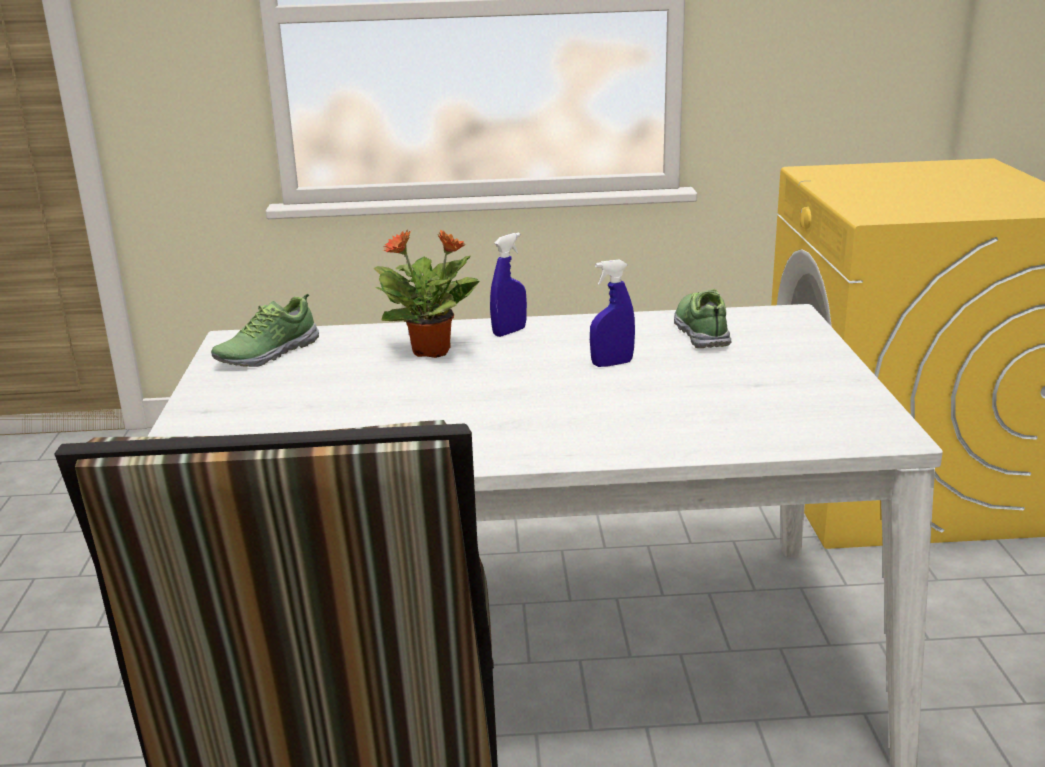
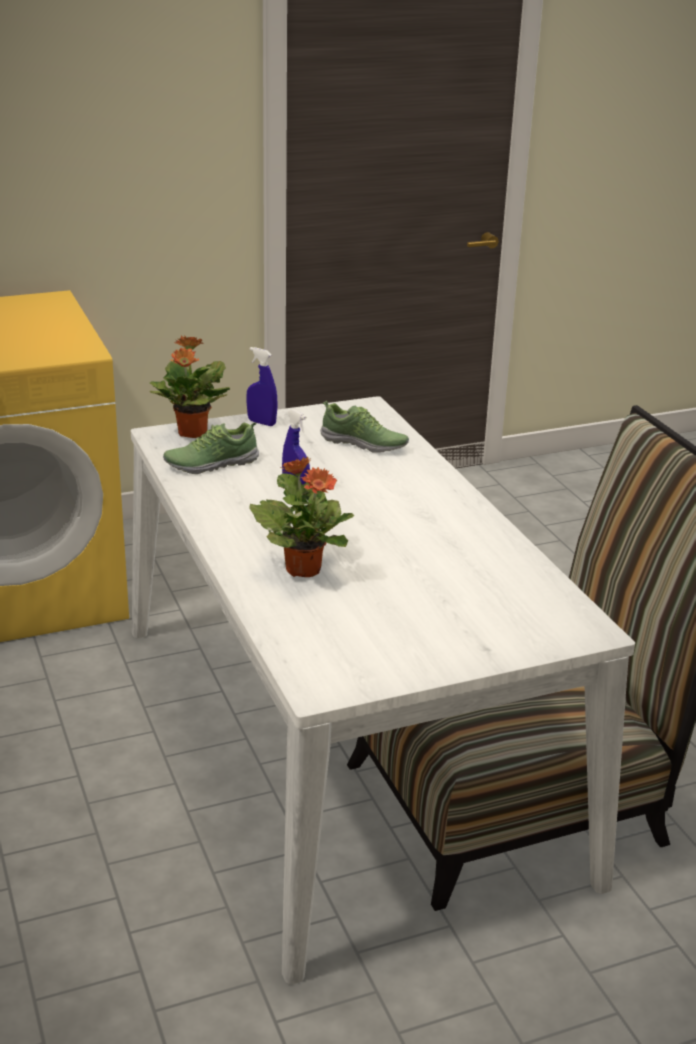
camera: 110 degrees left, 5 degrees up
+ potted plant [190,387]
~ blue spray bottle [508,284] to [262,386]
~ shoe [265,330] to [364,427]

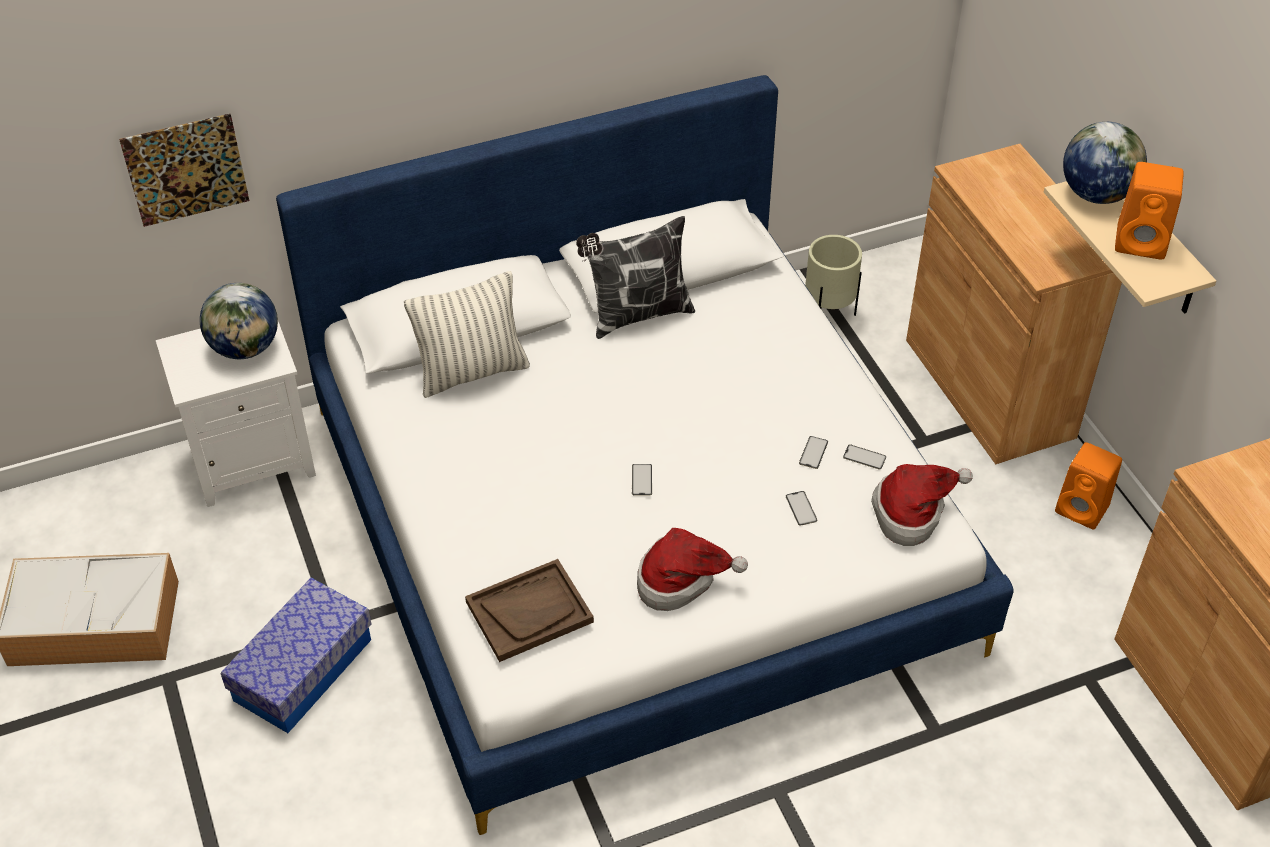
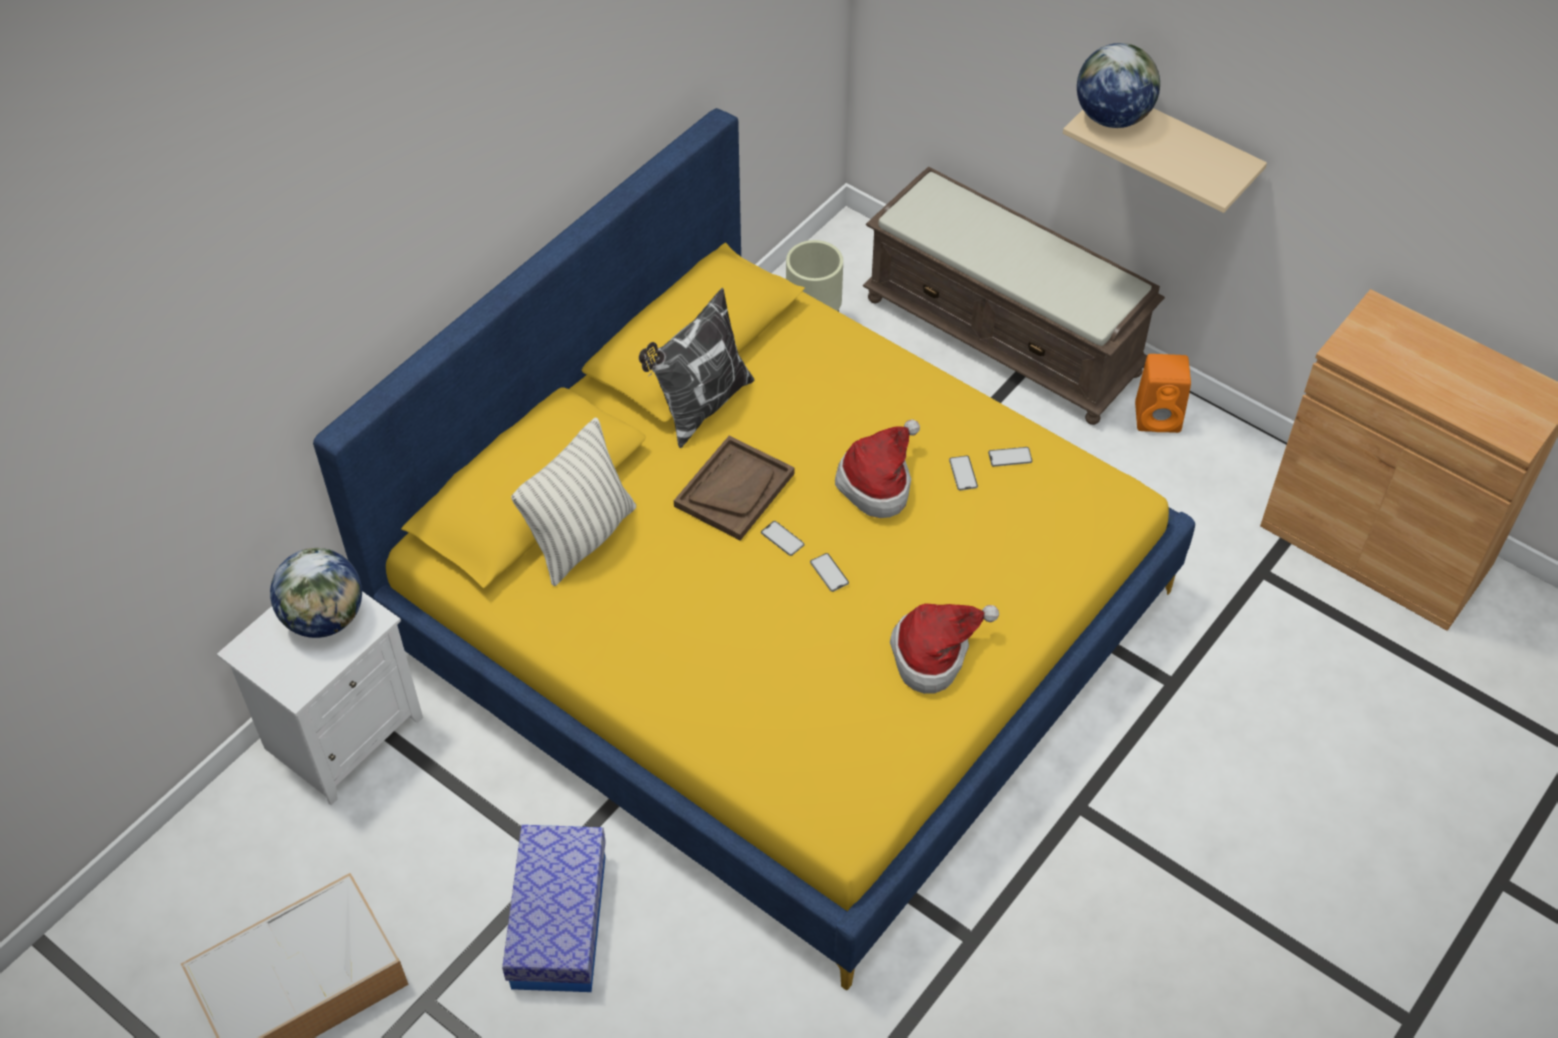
camera: 30 degrees left, 5 degrees up
~ white bed [645,455] to yellow bed [754,549]
~ brown tray [529,610] to [734,488]
~ phone [801,508] to [783,538]
~ hat [922,505] to [877,468]
~ brown cabinet [1014,304] to brown bench [1014,295]
- picture [184,170]
- orange speaker [1149,211]

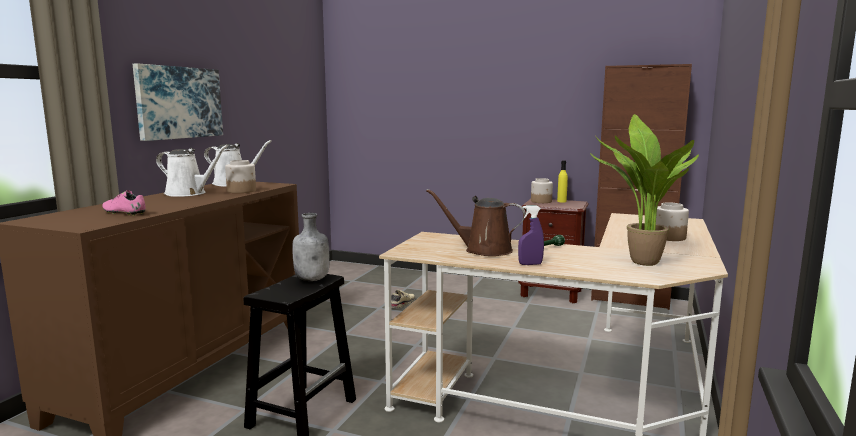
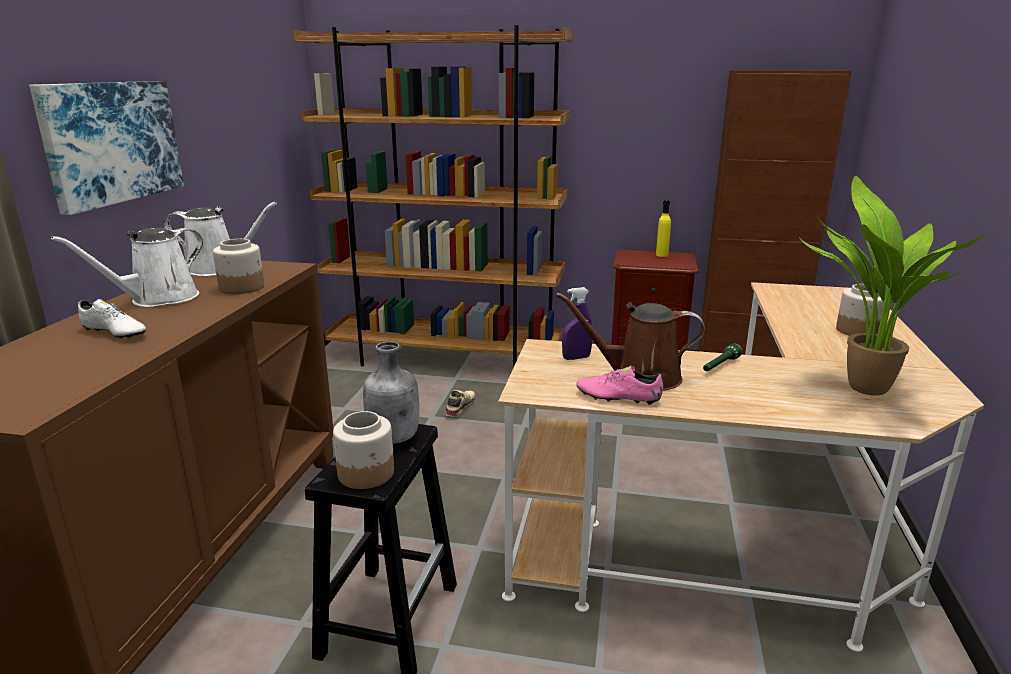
camera: 10 degrees left, 10 degrees up
~ white watering can [192,171] = [127,267] 120 degrees clockwise
+ white shoe [112,319]
+ brown bookcase [433,196]
~ jar [542,190] to [363,450]
~ purple spray bottle [531,235] to [577,323]
~ pink shoe [123,203] to [619,385]

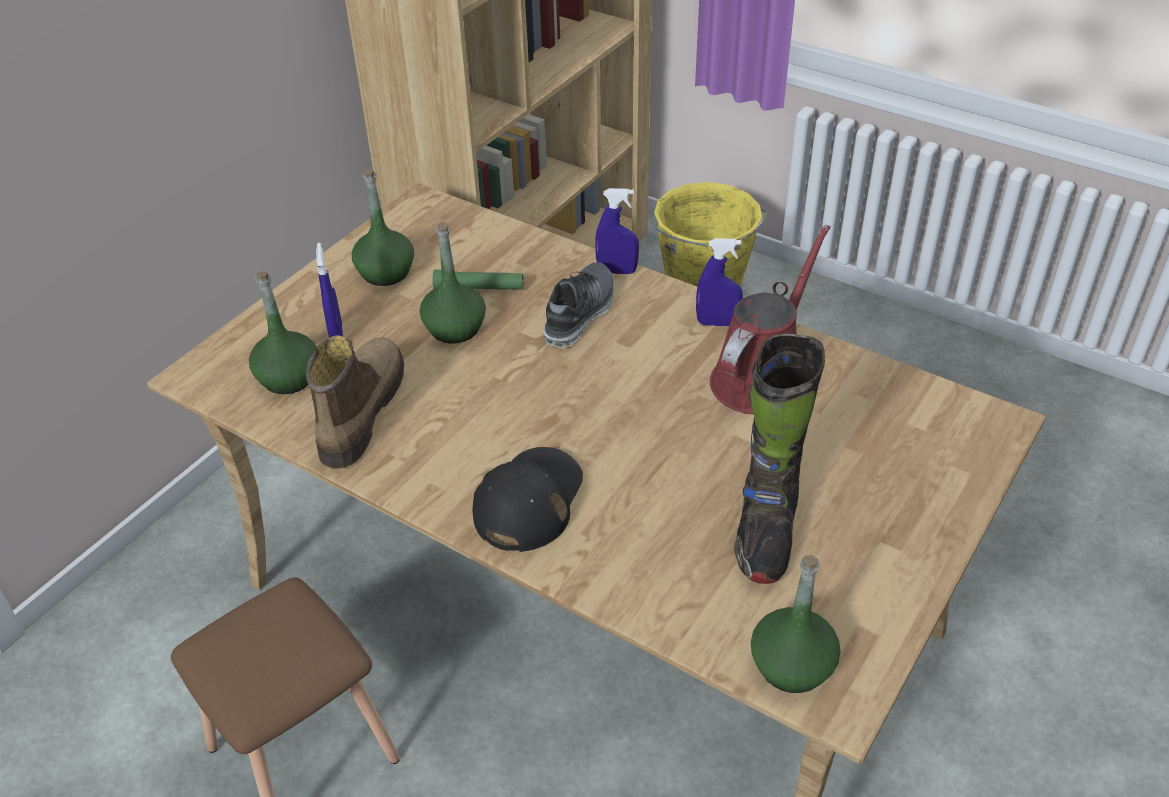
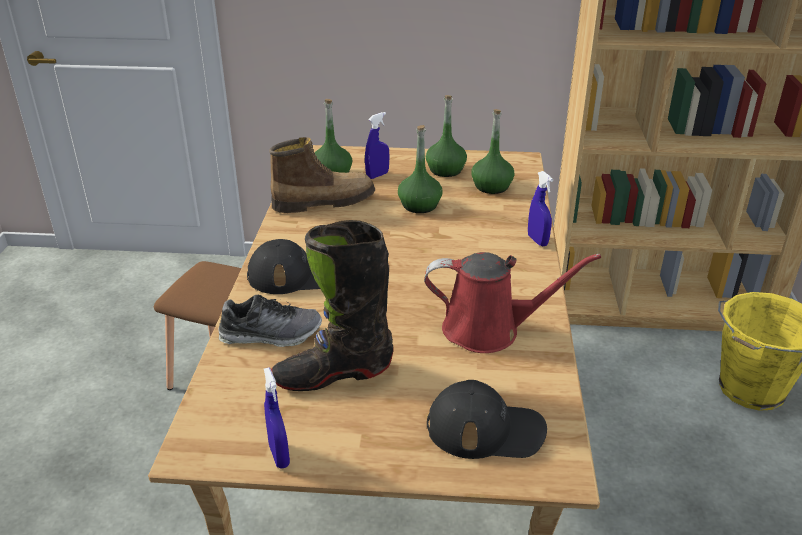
camera: 60 degrees right, 10 degrees down
~ shoe [579,305] to [270,321]
~ blue spray bottle [719,282] to [277,418]
+ black cap [487,419]
~ green bottle [796,624] to [493,151]
- green flashlight [478,279]

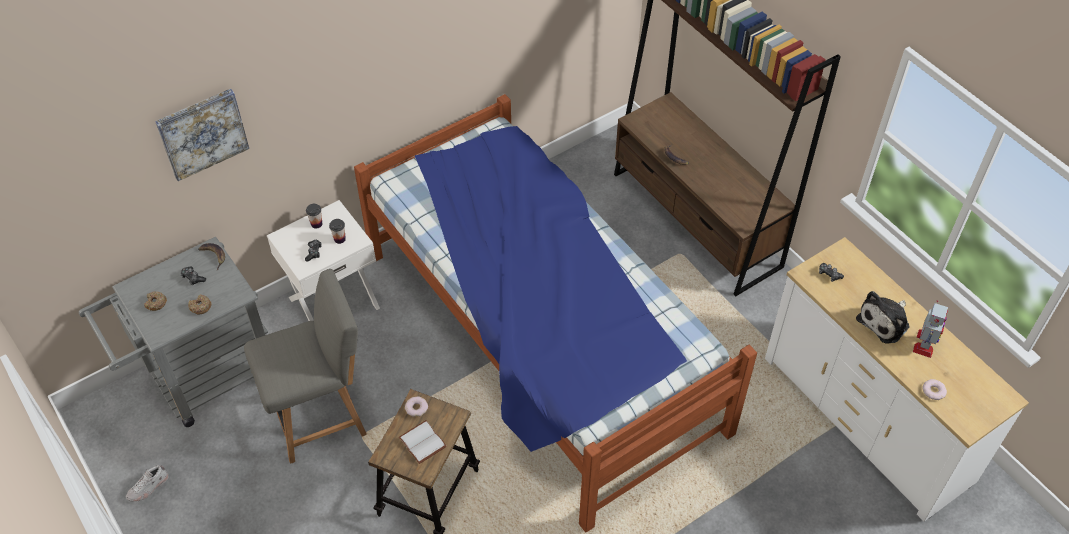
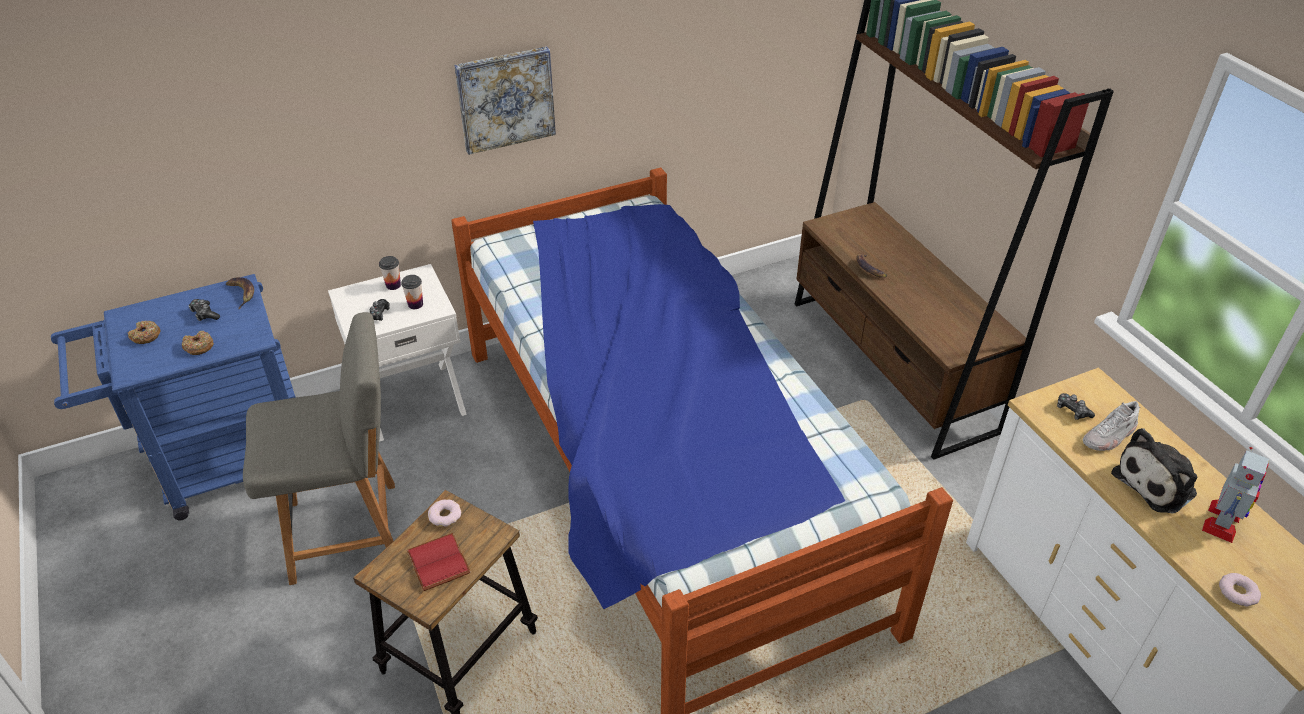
camera: 10 degrees right, 10 degrees down
~ grey cart [173,332] to blue cart [173,397]
~ white book [423,442] to red book [439,562]
~ picture [202,135] to [505,100]
~ white shoe [147,483] to [1111,426]

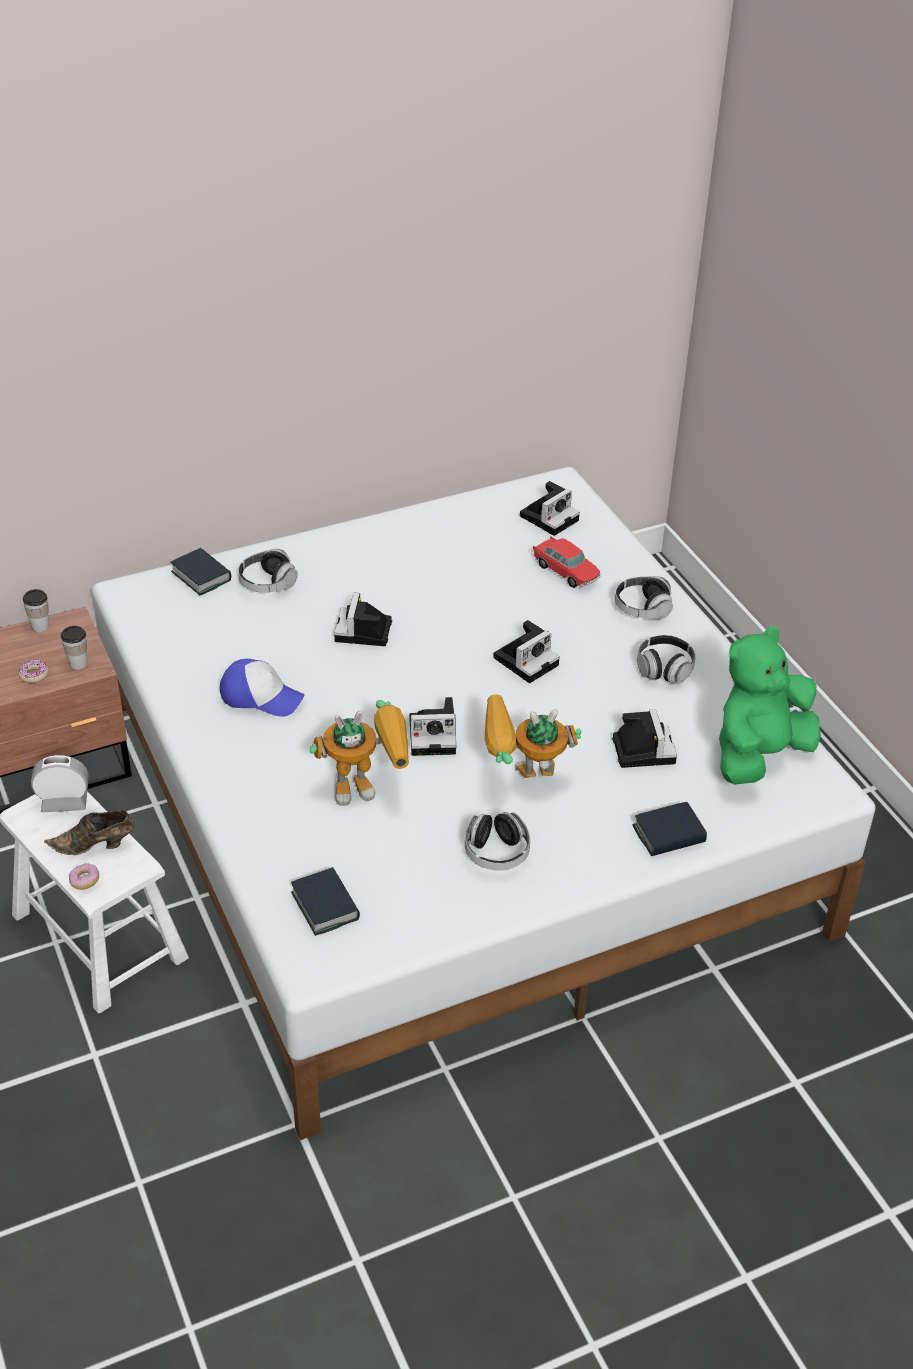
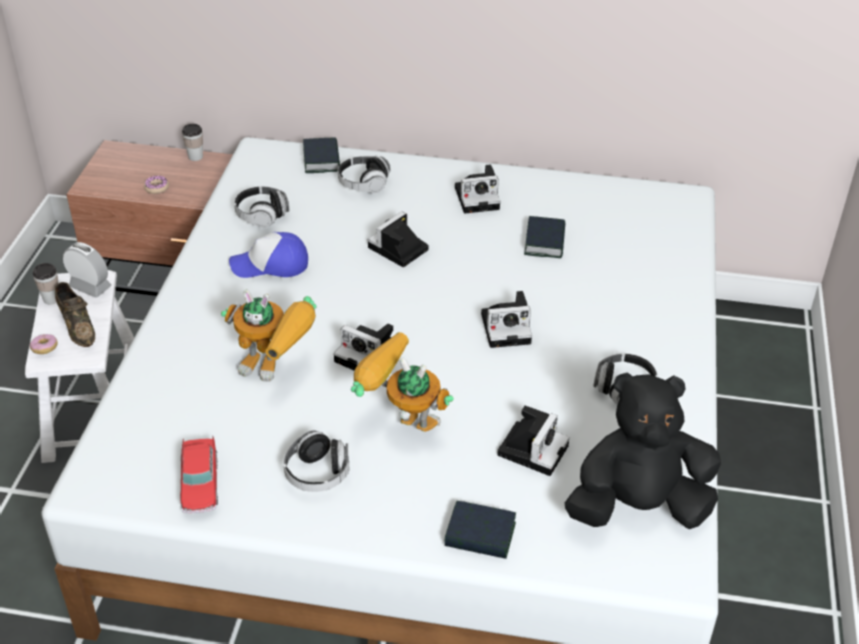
camera: 35 degrees right, 0 degrees up
~ cup [74,648] to [46,284]
~ brown shoe [89,832] = [75,314] 150 degrees counterclockwise
~ toy car [567,562] to [199,475]
~ cap [262,688] = [268,255] 120 degrees clockwise
~ headphones [644,597] to [262,207]
~ photo camera [550,508] to [477,188]
~ book [325,901] to [544,237]
~ green plush toy [770,706] to black plush toy [643,450]

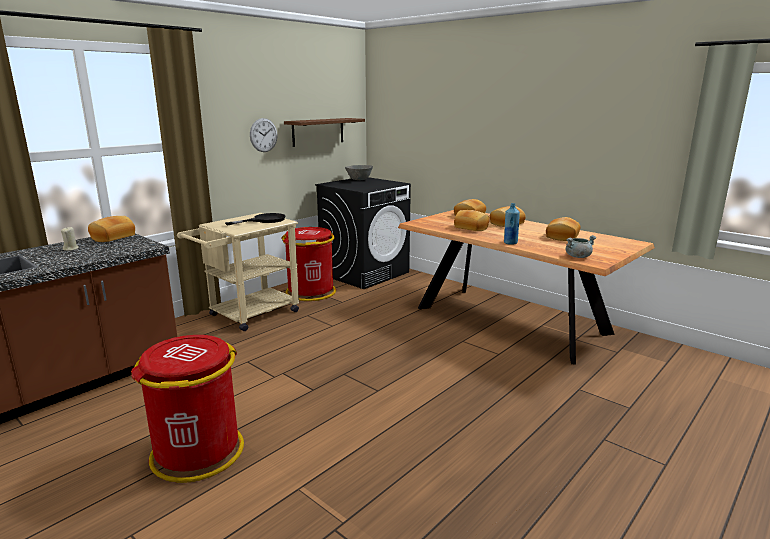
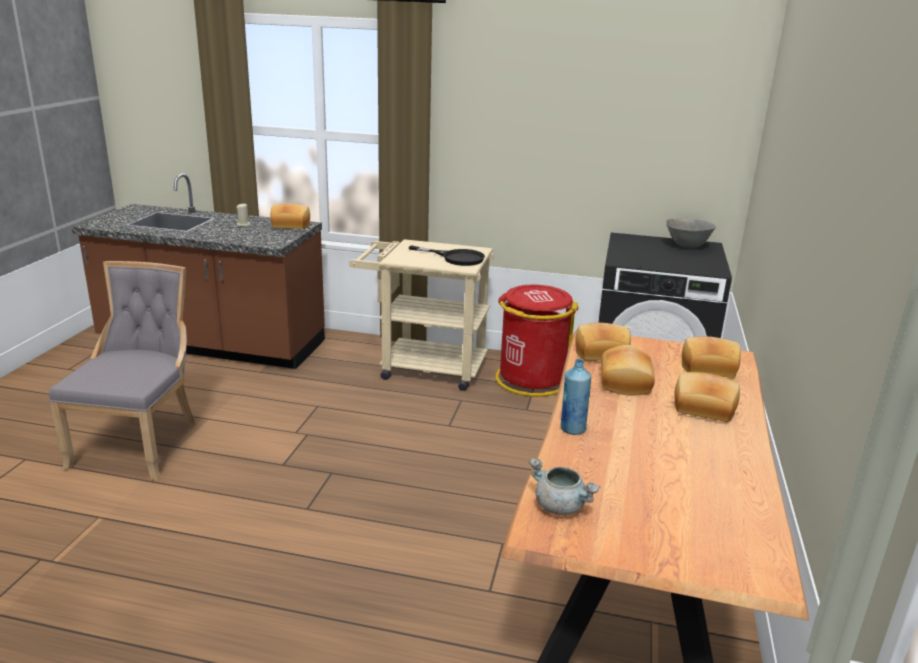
camera: 60 degrees right, 5 degrees up
~ red trash can [187,409] to grey chair [122,370]
~ bread [563,229] to [603,342]
- wall clock [263,135]
- brown shelf [324,132]

